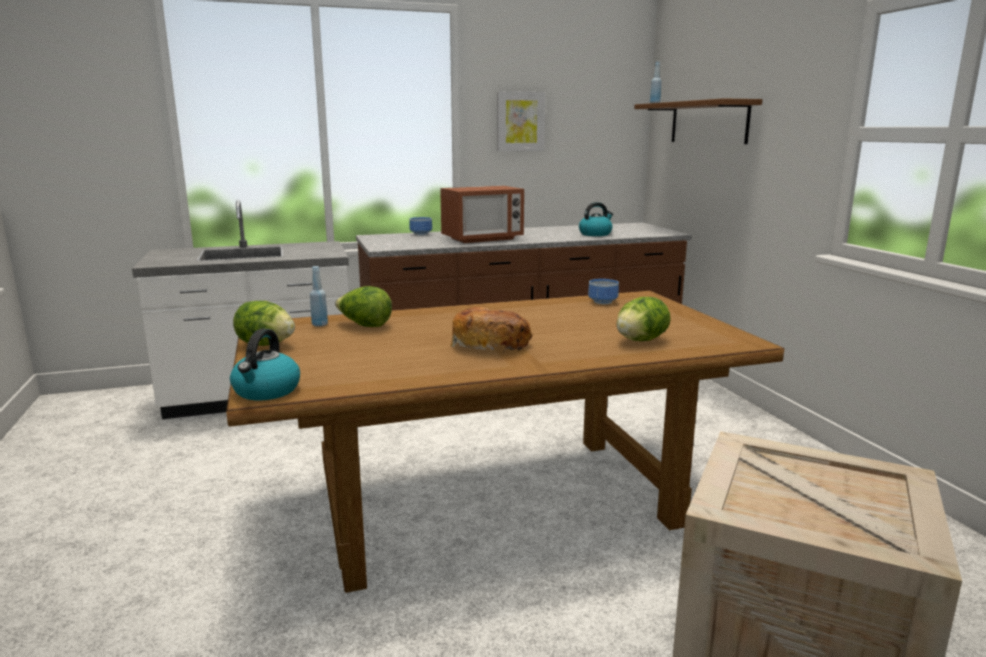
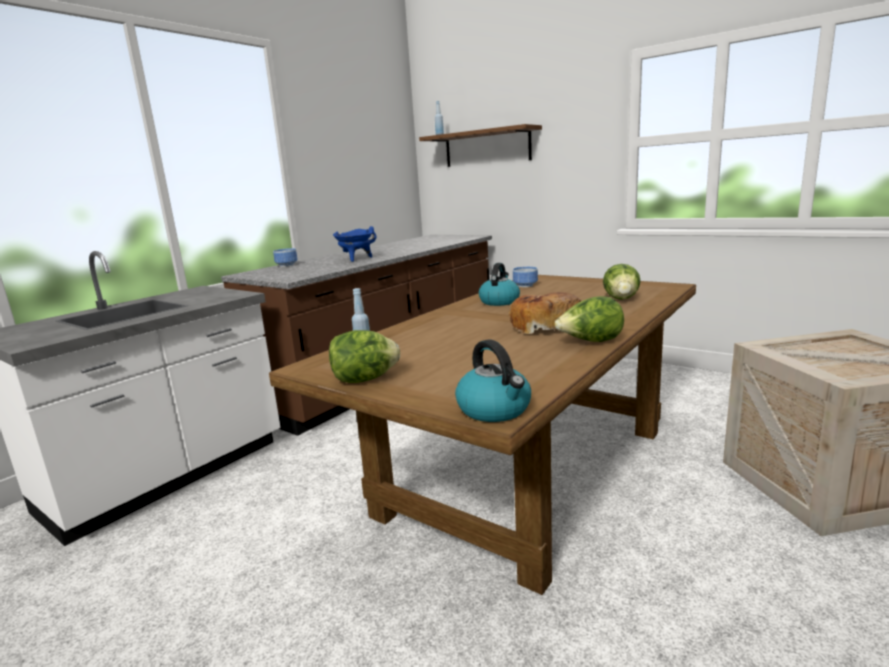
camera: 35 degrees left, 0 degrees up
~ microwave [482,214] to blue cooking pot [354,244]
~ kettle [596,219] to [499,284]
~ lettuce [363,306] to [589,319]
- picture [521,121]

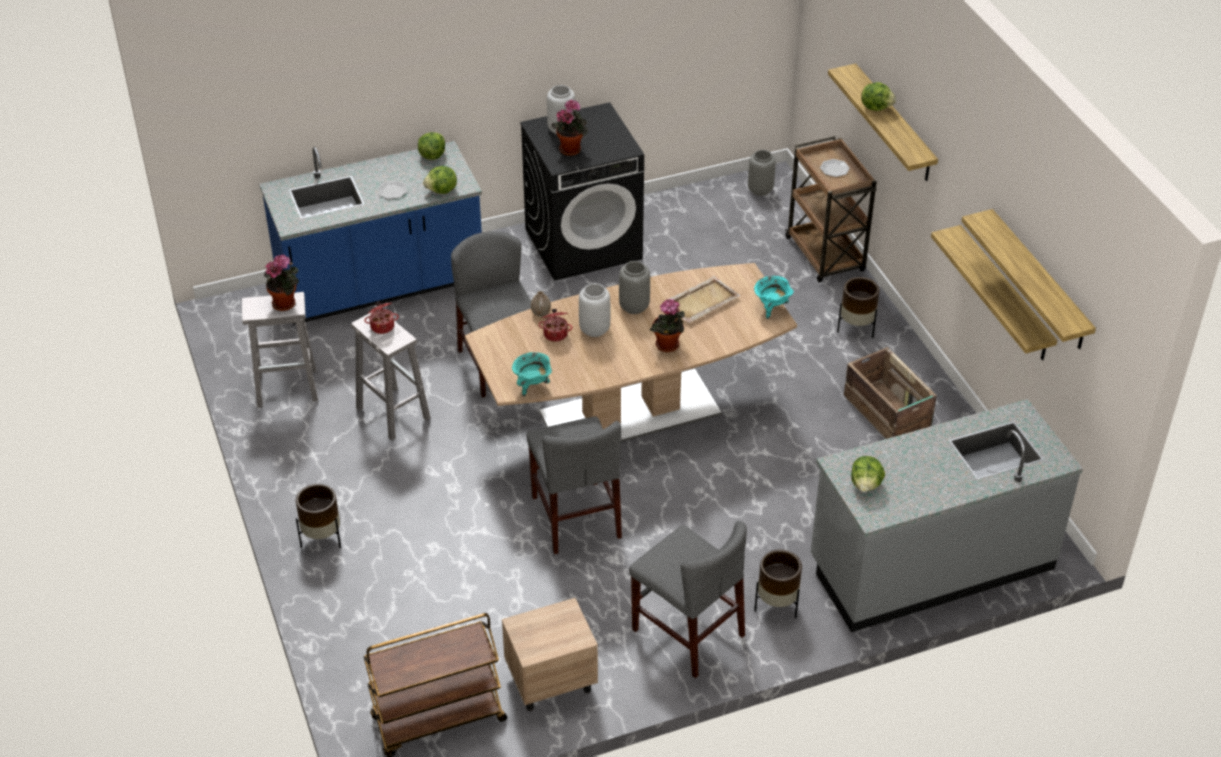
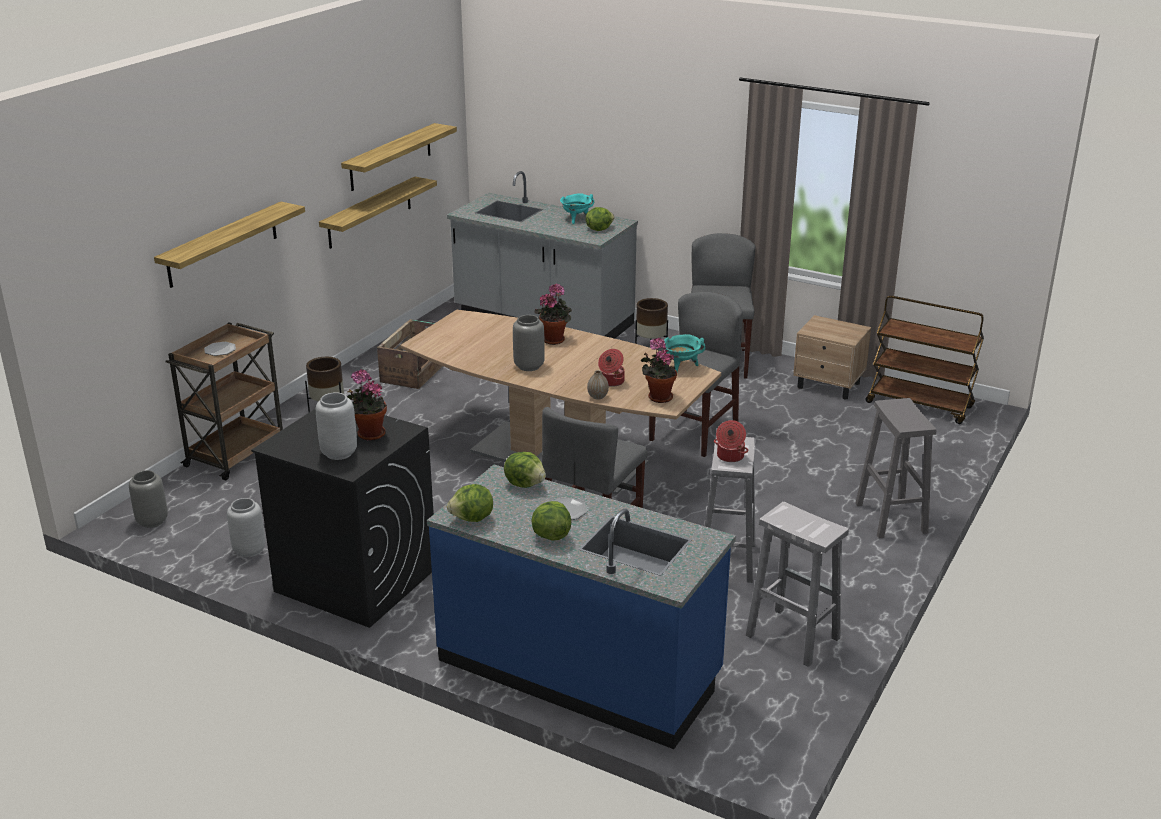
camera: 130 degrees left, 15 degrees down
~ grey vase [594,310] to [246,527]
~ lettuce [878,96] to [551,521]
~ turquoise cooking pot [774,297] to [577,208]
~ potted plant [281,282] to [659,370]
~ brown planter [318,516] to grey stool [896,468]
- beige tray [702,299]

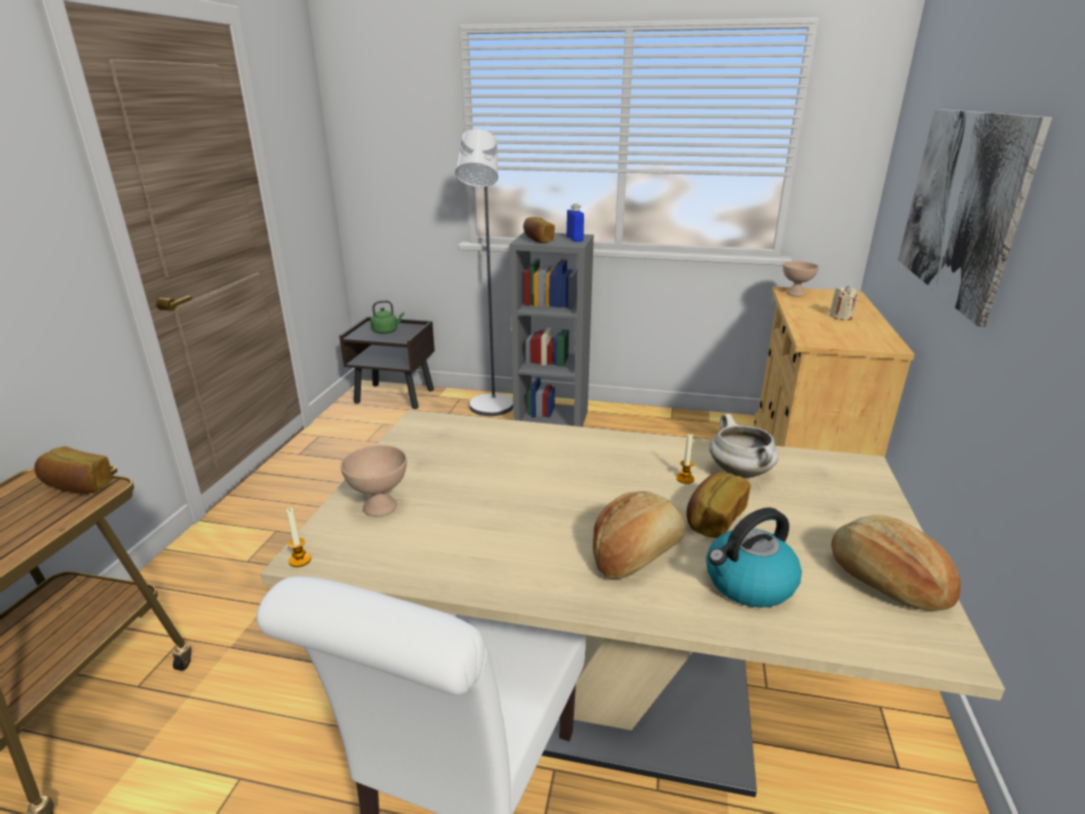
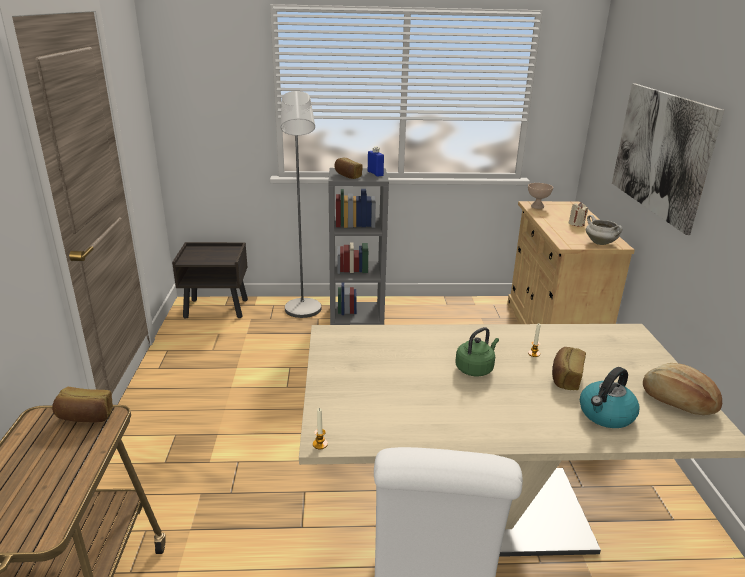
camera: 15 degrees left, 0 degrees up
~ green kettle [387,317] to [477,352]
~ white cooking pot [744,446] to [604,230]
- beige bowl [374,481]
- bread [639,535]

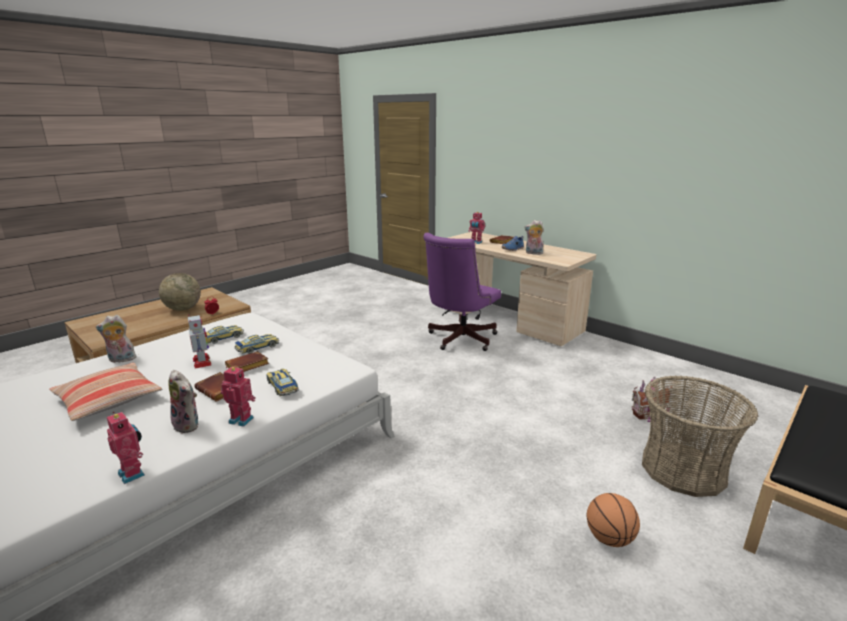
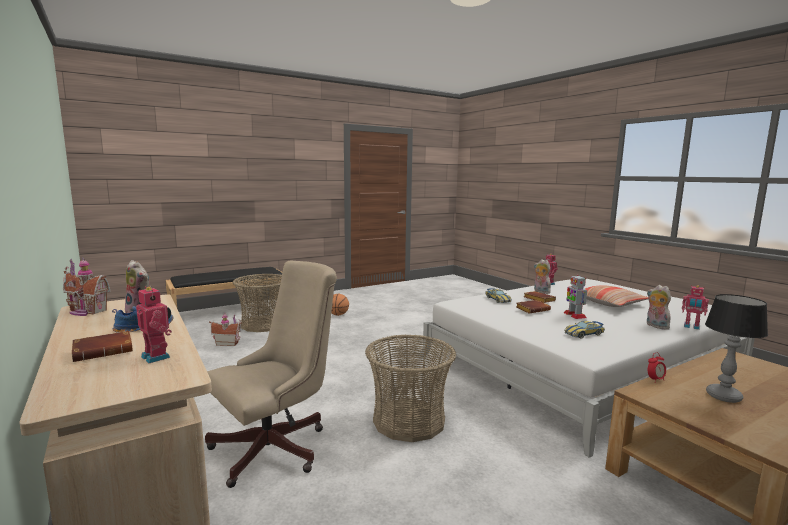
camera: 165 degrees left, 10 degrees down
+ toy house [86,286]
~ purple office chair [462,292] to beige office chair [271,374]
+ basket [410,388]
~ plush toy [116,339] = [659,307] 120 degrees counterclockwise
~ toy robot [238,397] to [695,307]
~ globe [180,292] to table lamp [736,348]
- toy car [257,344]

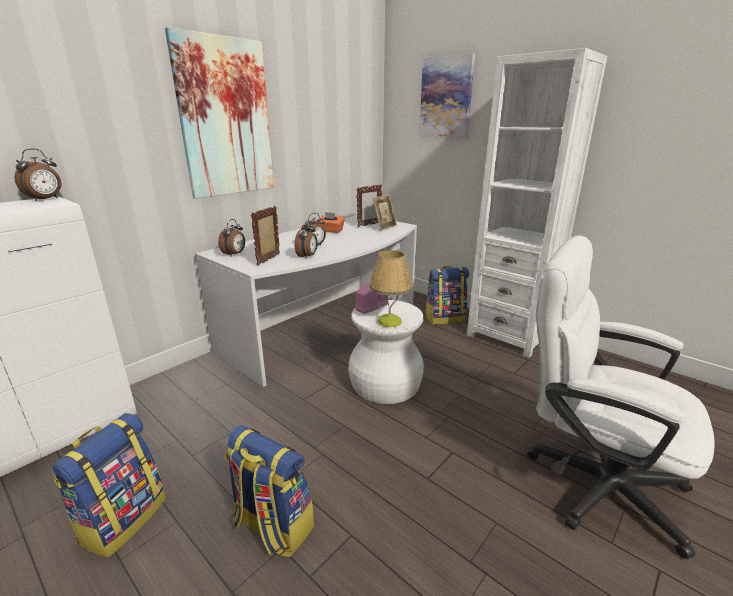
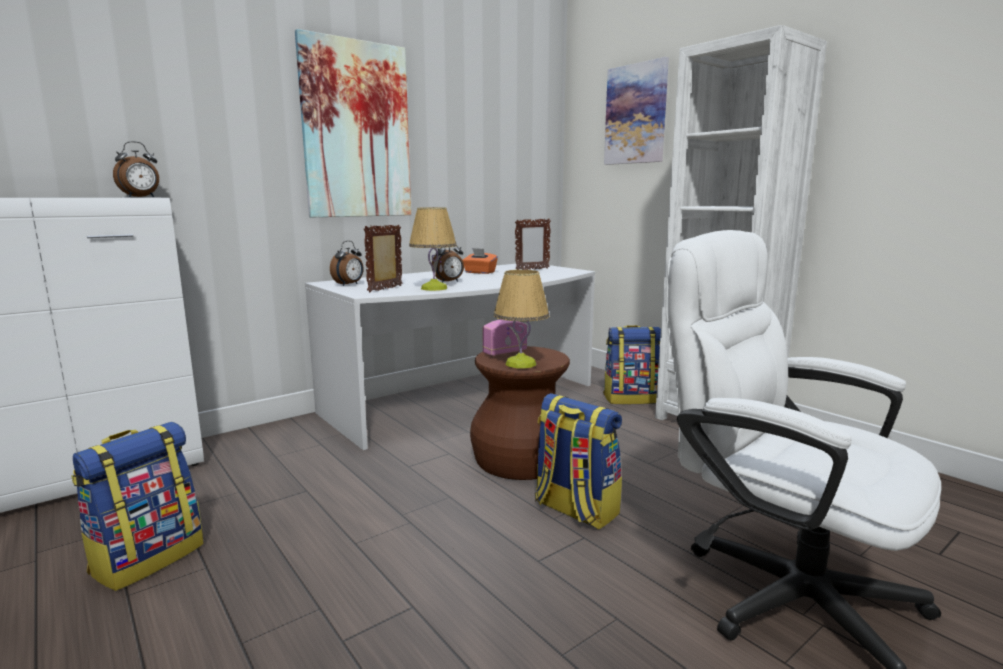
camera: 10 degrees right, 10 degrees down
~ alarm clock [306,240] to table lamp [433,249]
~ white stool [386,352] to brown stool [520,413]
~ backpack [269,491] to [578,461]
- picture frame [385,212]

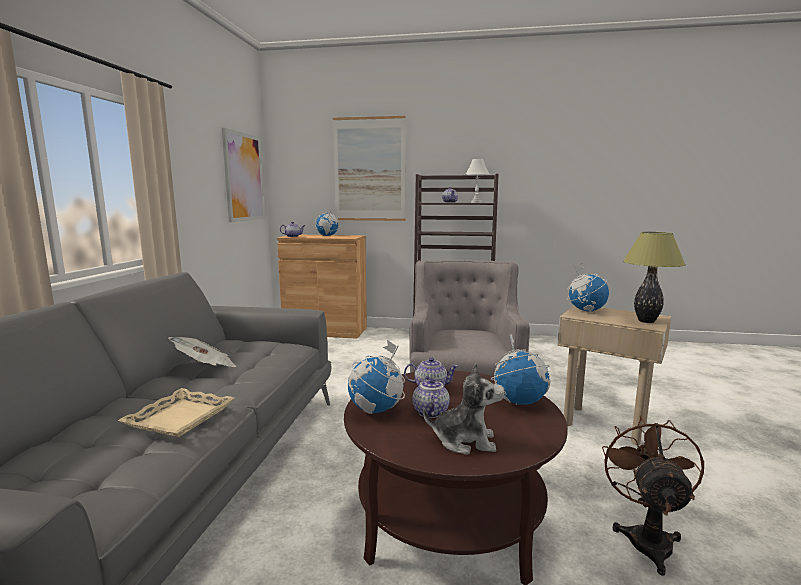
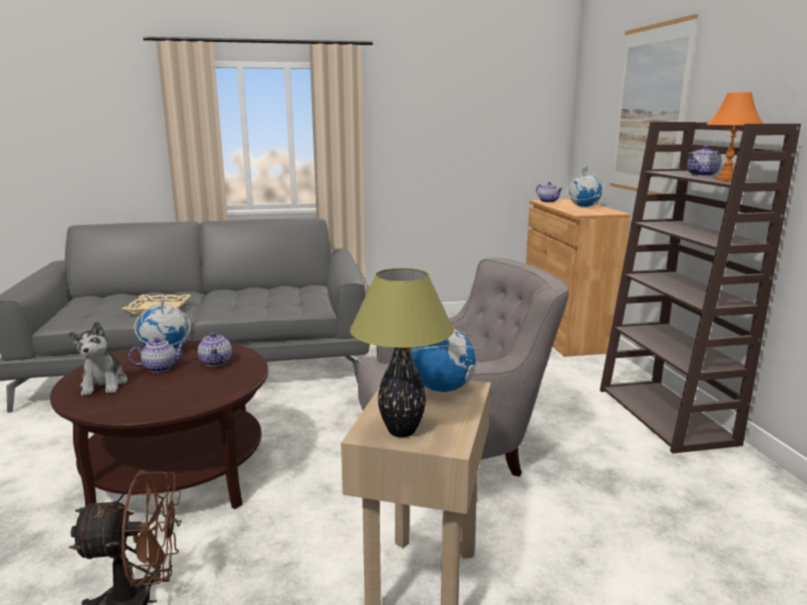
camera: 70 degrees right, 5 degrees up
~ white table lamp [477,181] to orange table lamp [734,136]
- newspaper [202,352]
- picture [243,175]
- globe [521,370]

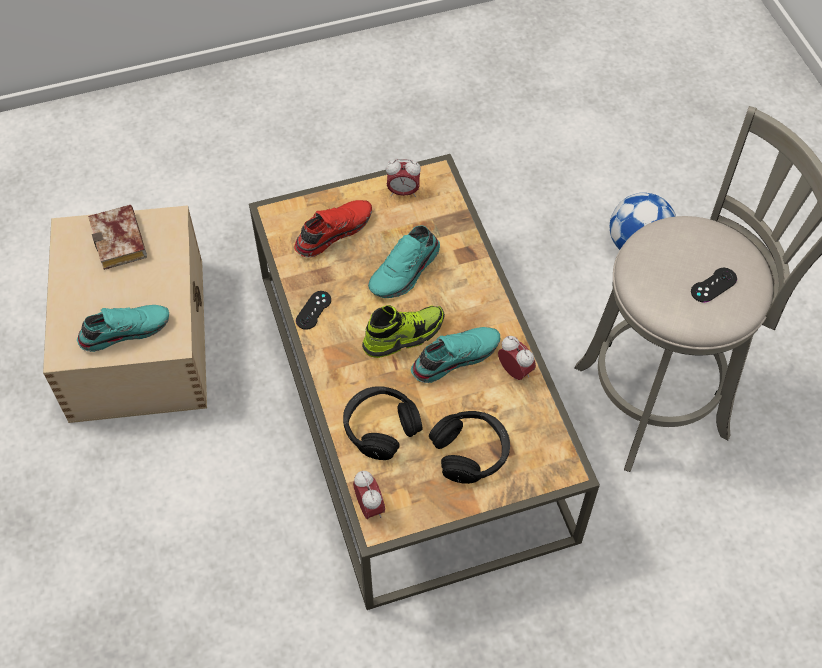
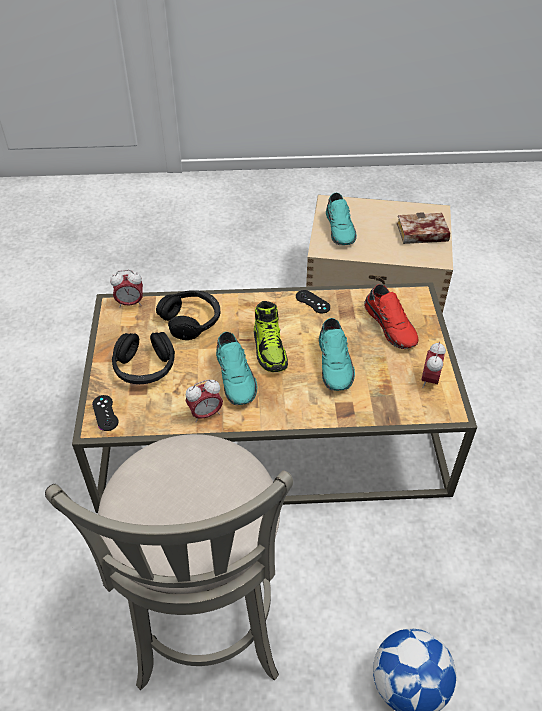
camera: 105 degrees right, 10 degrees down
~ black game controller [714,285] to [105,413]
~ turquoise shoe [404,262] = [337,354] 150 degrees counterclockwise

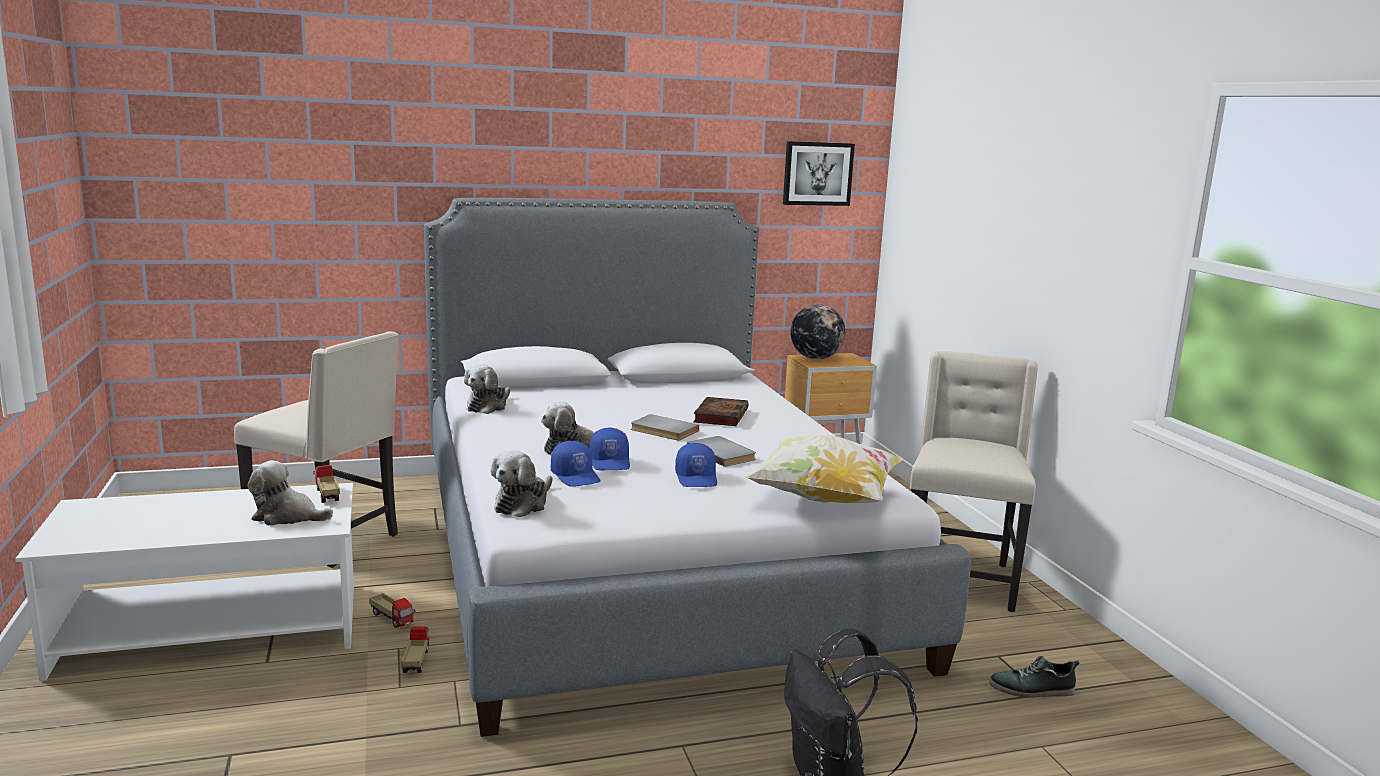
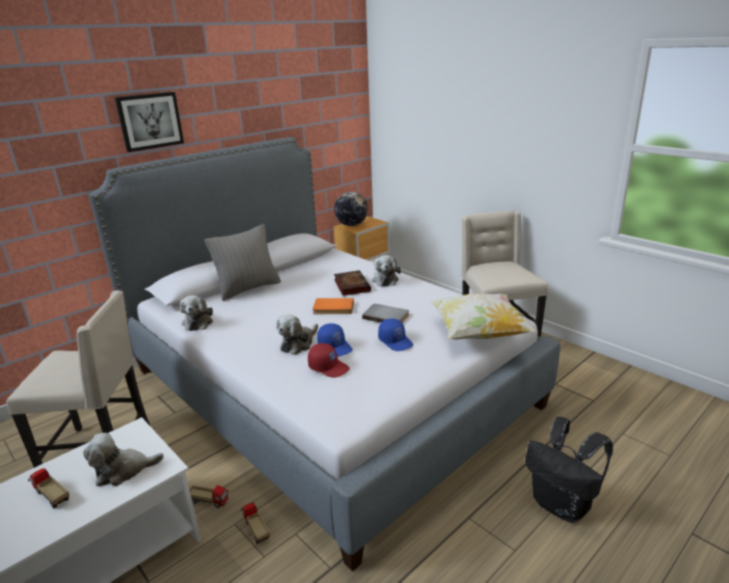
camera: 25 degrees left, 10 degrees up
~ toy truck [326,484] to [48,488]
~ picture [819,173] to [149,122]
+ grey pillow [243,262]
~ blue cap [576,464] to red cap [328,360]
~ grey book [665,427] to orange book [333,306]
~ plush toy [522,483] to [386,270]
- shoe [1034,677]

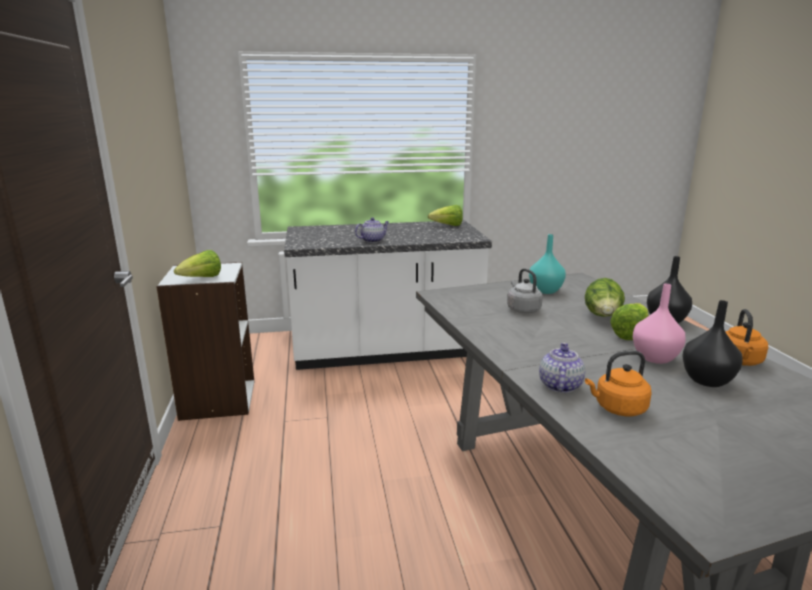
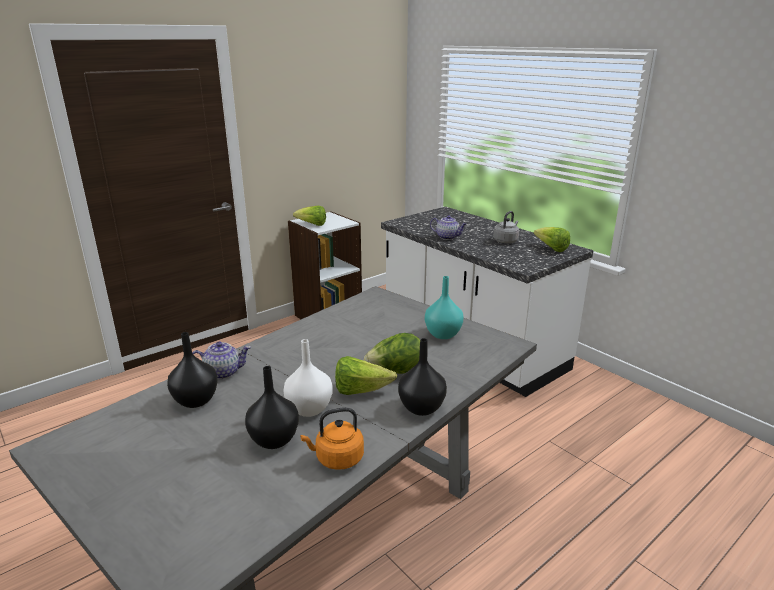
camera: 60 degrees right, 5 degrees up
~ orange kettle [618,383] to black vase [192,370]
~ pink vase [659,324] to white vase [308,378]
~ grey kettle [525,290] to [506,227]

